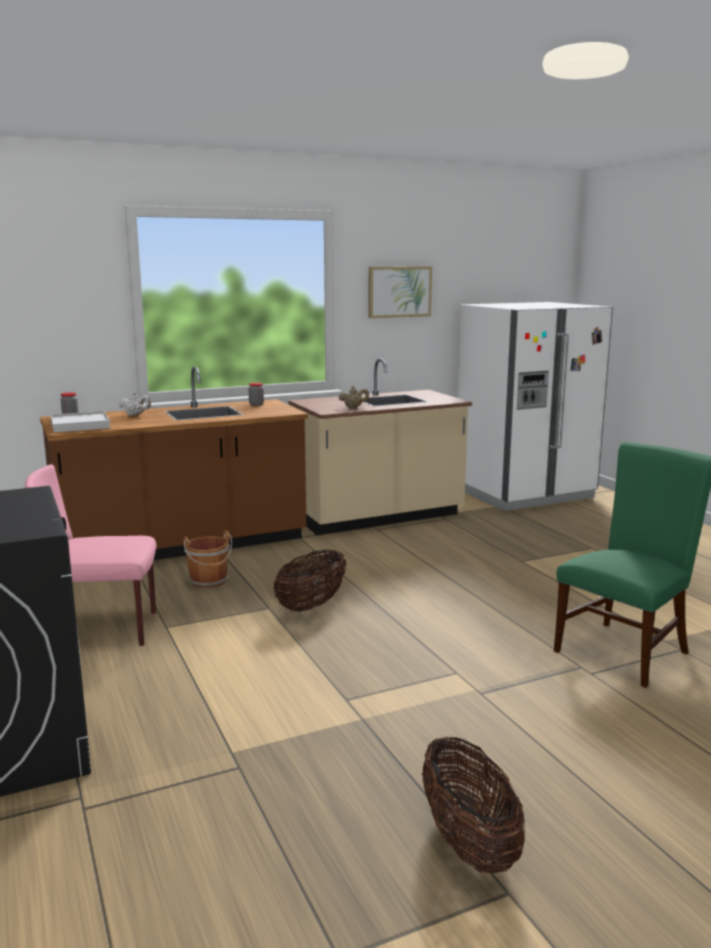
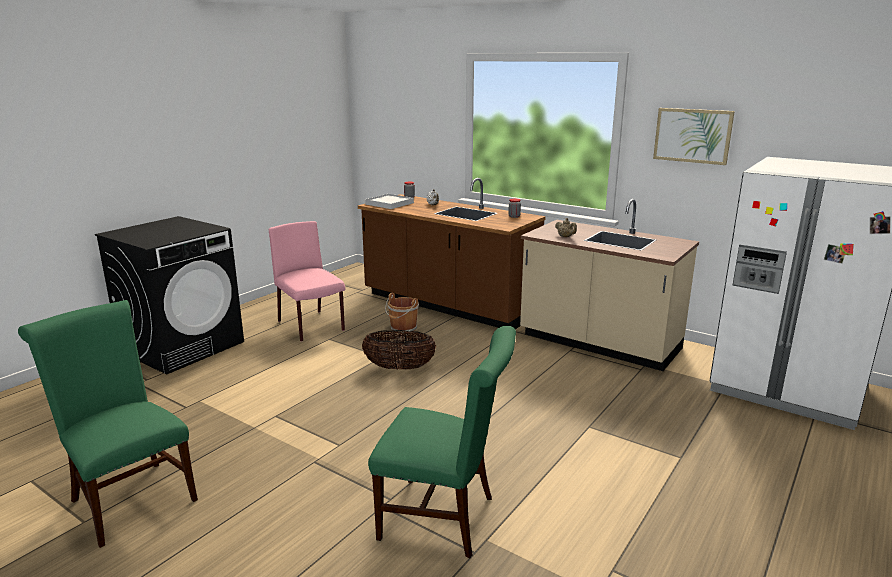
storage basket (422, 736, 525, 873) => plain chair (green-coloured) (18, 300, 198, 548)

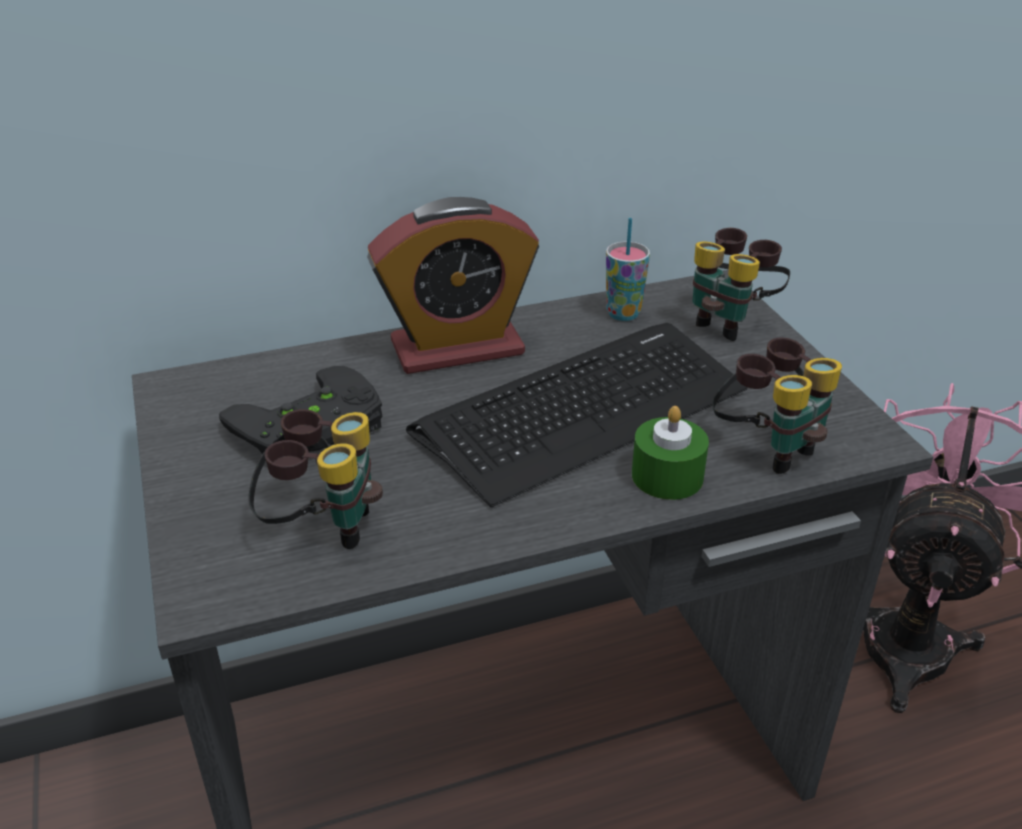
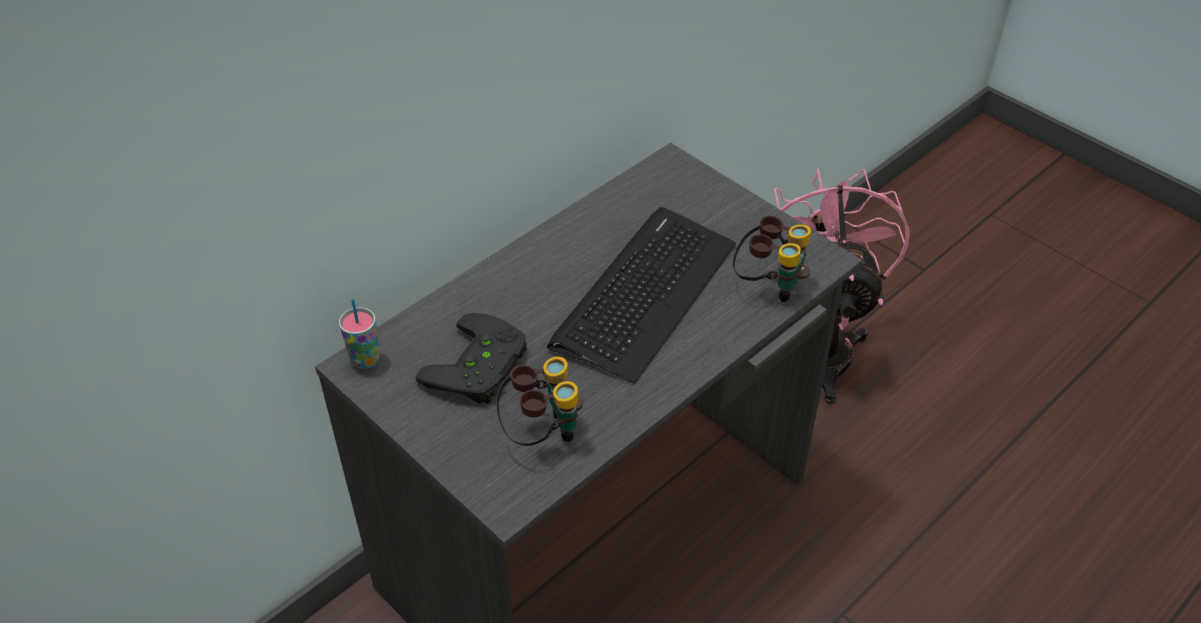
small cup (606, 218, 650, 321) => small cup (339, 299, 380, 369), moved
bedside clock (367, 197, 539, 374) => nothing
wax candle (green-coloured) (632, 406, 709, 500) => nothing
binoculars (692, 228, 790, 341) => nothing

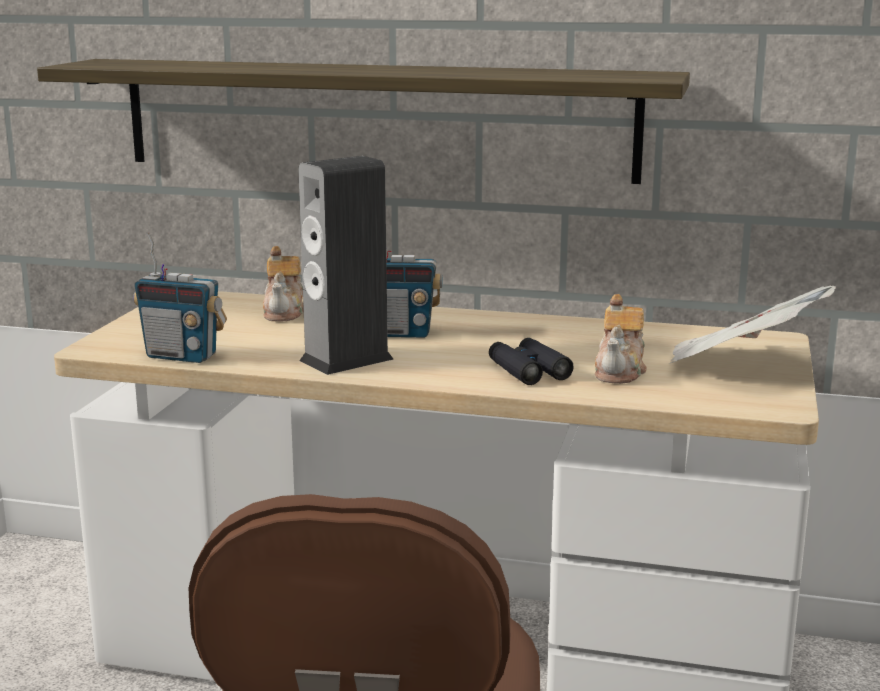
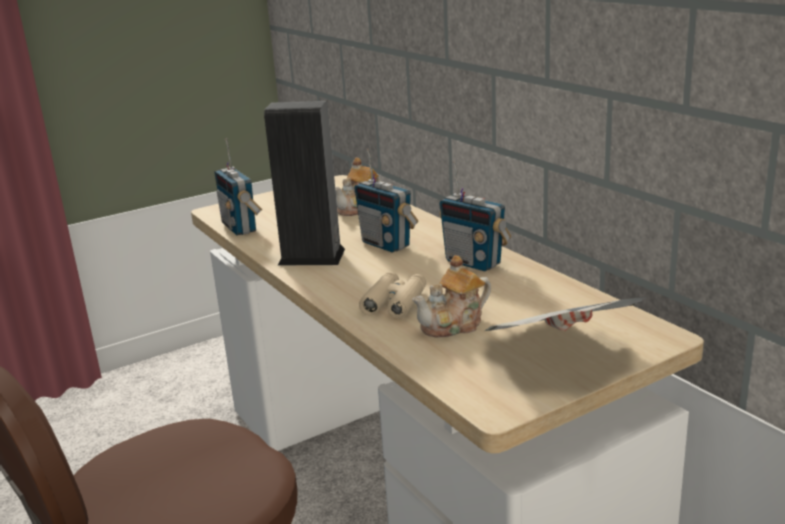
binoculars (black) (489, 338, 574, 385) => binoculars (beige) (359, 272, 426, 319)
nothing => radio set (439, 161, 511, 271)
shelf (37, 59, 690, 184) => nothing

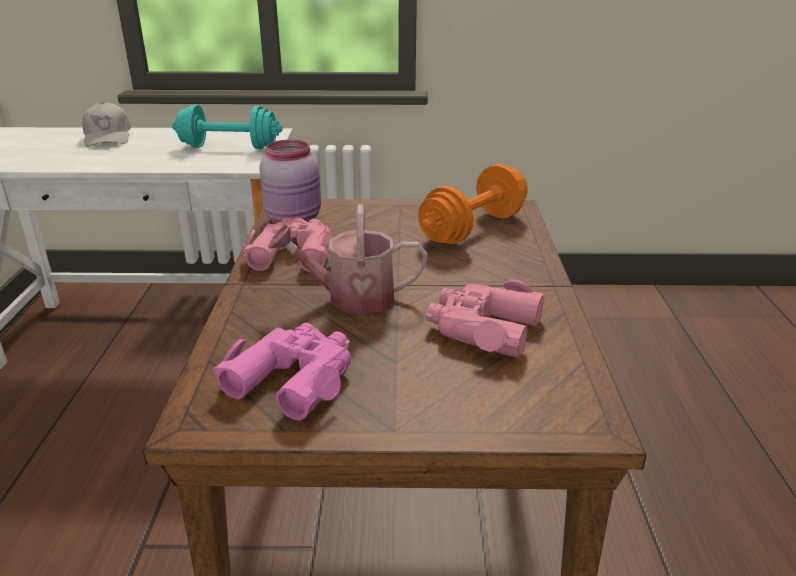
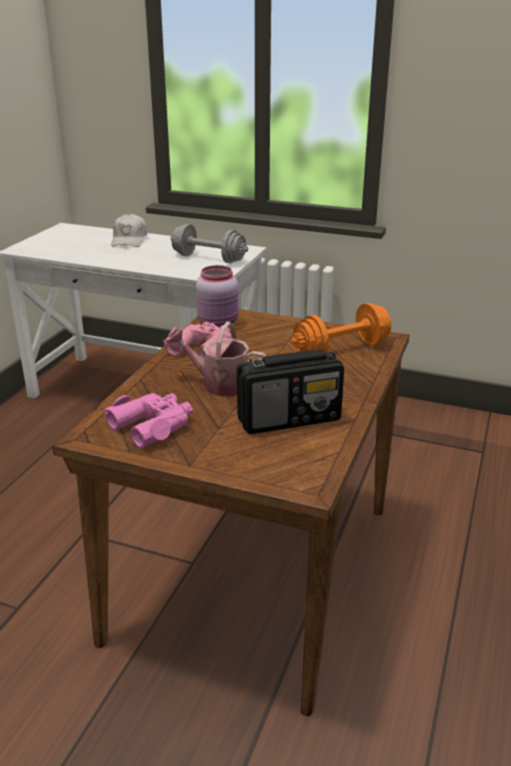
dumbbell (turquoise-coloured) (172, 105, 283, 149) => dumbbell (greyish) (170, 224, 248, 263)
binoculars (pinkish) (426, 279, 546, 358) => radio set (237, 349, 344, 434)

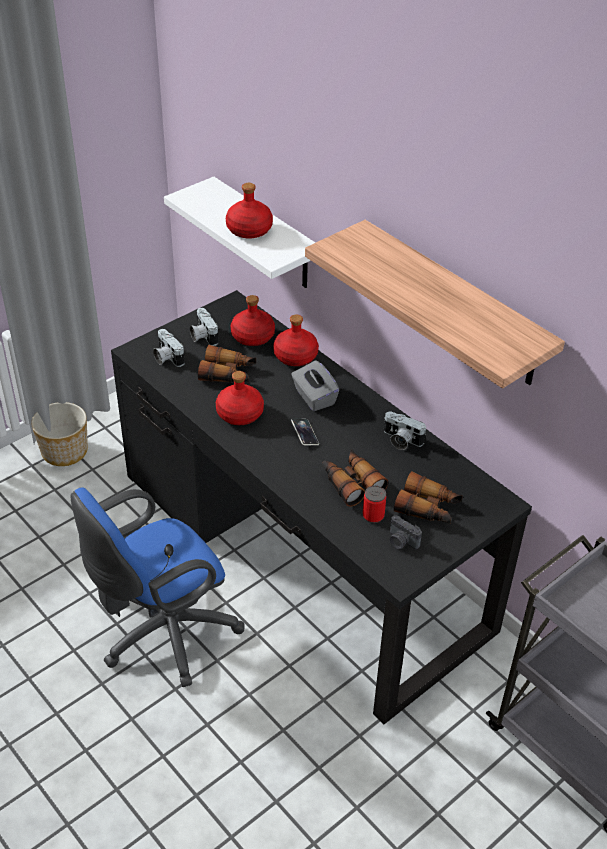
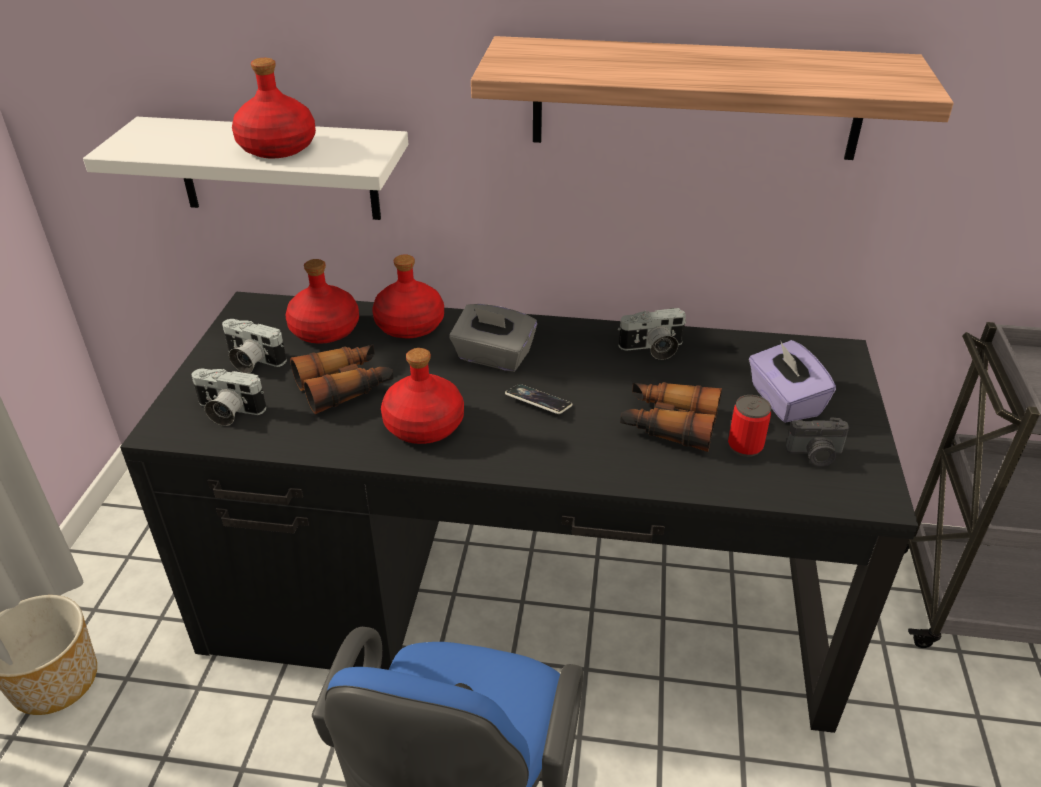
binoculars (394, 471, 463, 523) => tissue box (purplish) (749, 340, 836, 423)

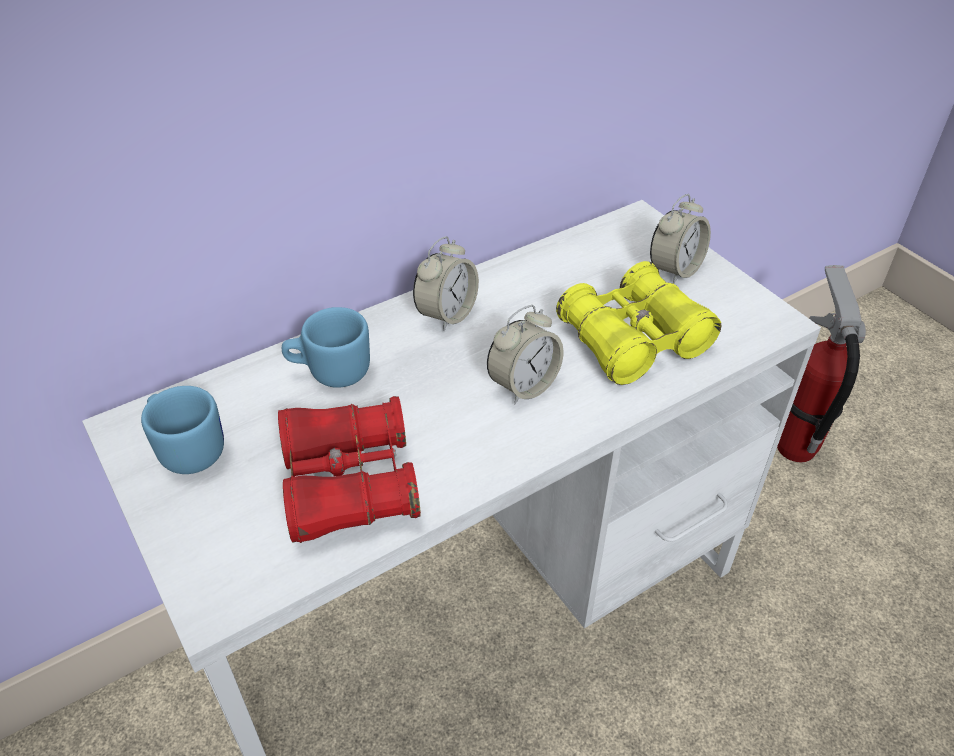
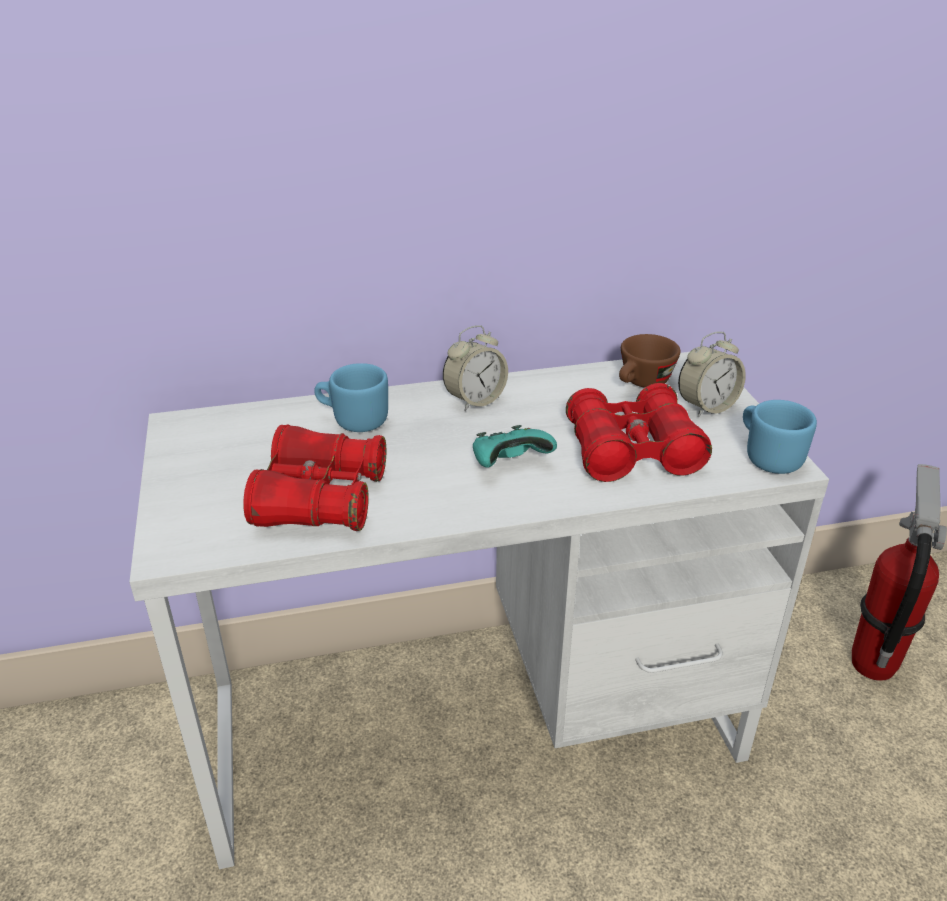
bedside clock (487, 305, 563, 404) => gamepad (turquoise-coloured) (473, 425, 557, 467)
binoculars (yellowish) (556, 261, 721, 385) => binoculars (red-coloured) (566, 383, 712, 482)
nothing => small cup (brown-coloured) (619, 334, 680, 387)
mug (bluish) (141, 386, 224, 474) => mug (bluish) (743, 400, 817, 474), moved

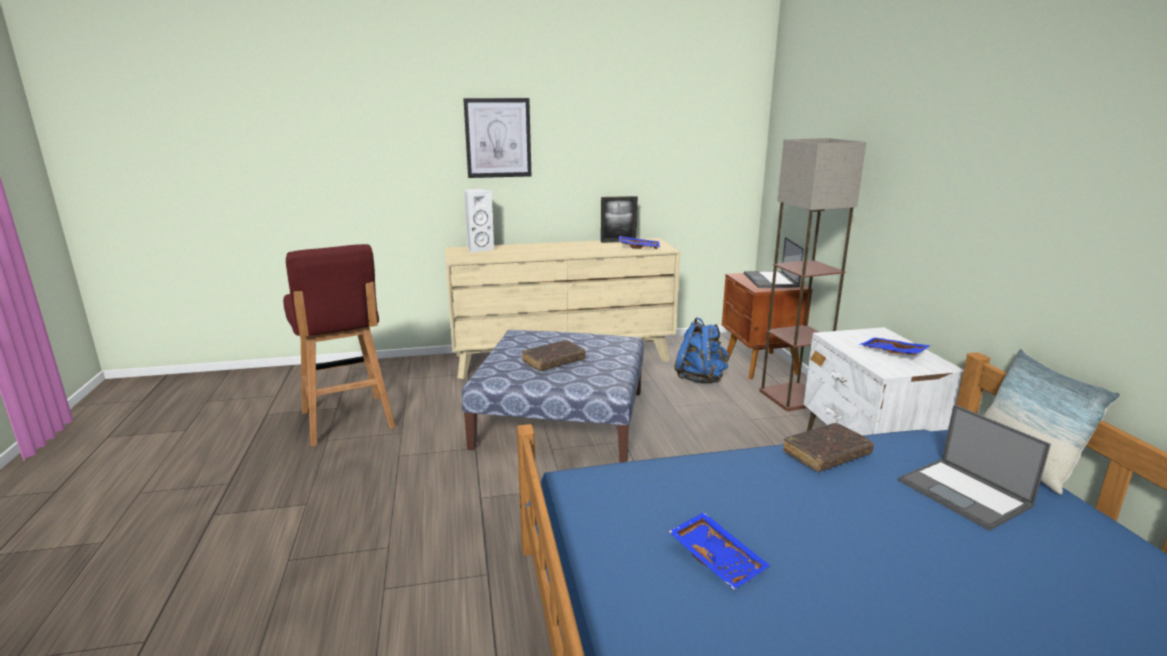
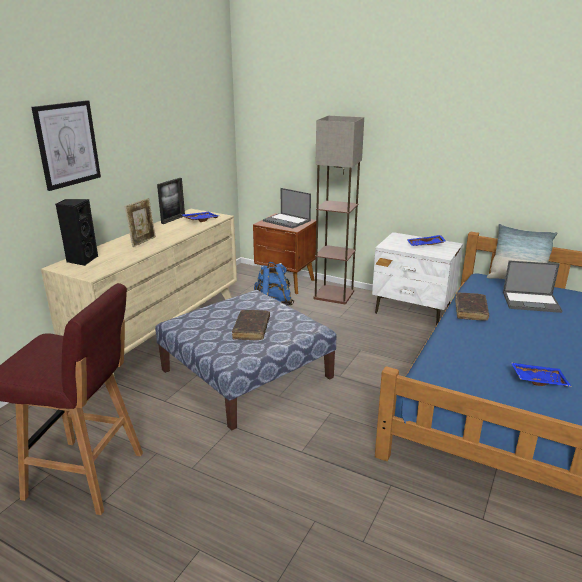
speaker (white-coloured) (464, 188, 495, 253) => speaker (black) (56, 199, 98, 266)
nothing => picture frame (125, 198, 156, 247)

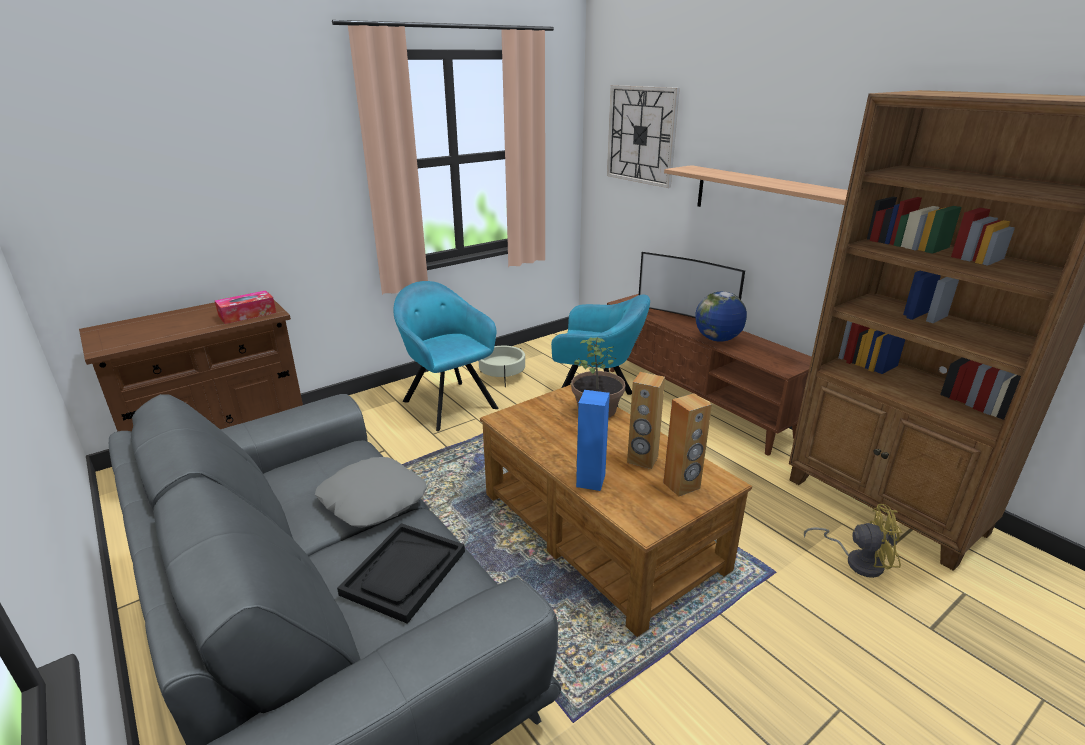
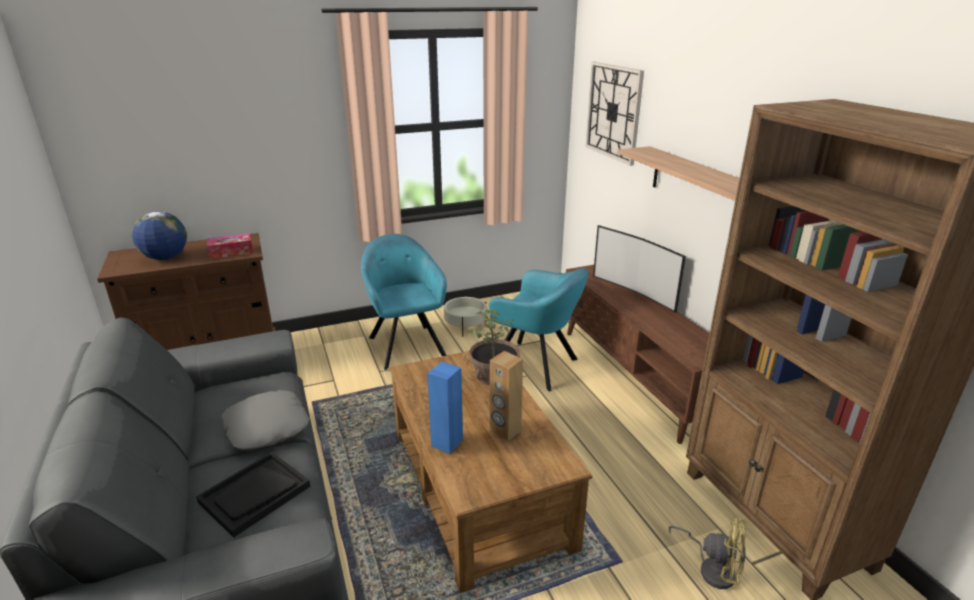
globe (695, 292, 747, 342) => globe (132, 211, 187, 260), moved
speaker (brown-coloured) (663, 393, 712, 496) => nothing

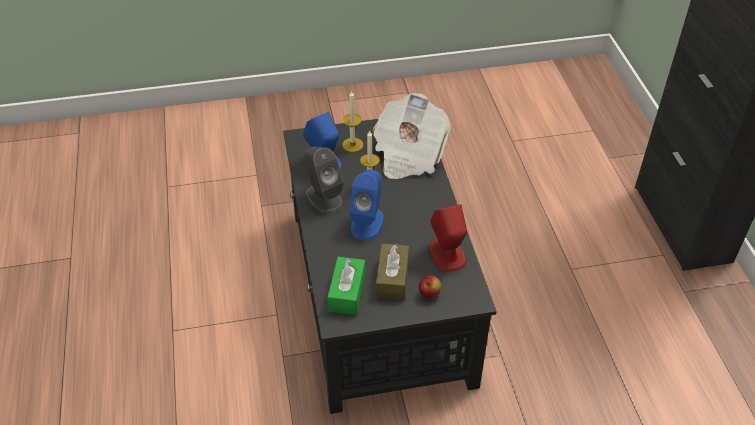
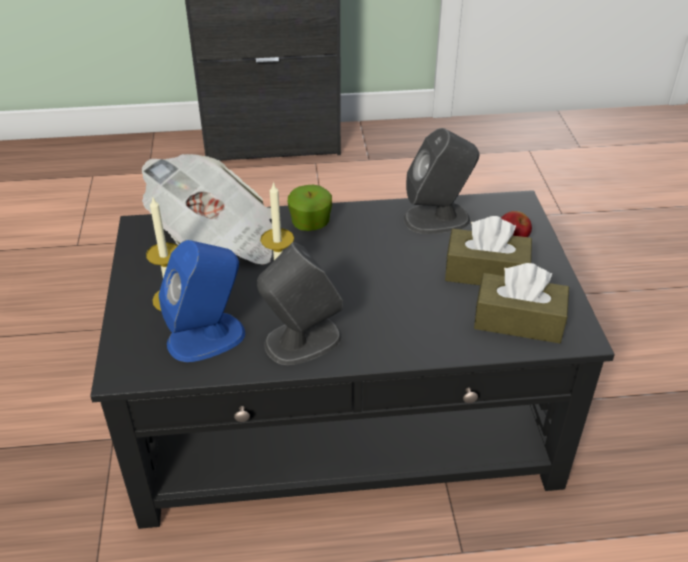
nothing => apple fruit (287, 185, 332, 231)
speaker (red-coloured) (429, 204, 467, 272) => speaker (greyish) (404, 128, 479, 234)
tissue box (green-coloured) (327, 257, 366, 315) => tissue box (brown-coloured) (474, 263, 569, 343)
speaker (bluish) (349, 170, 384, 240) => nothing

